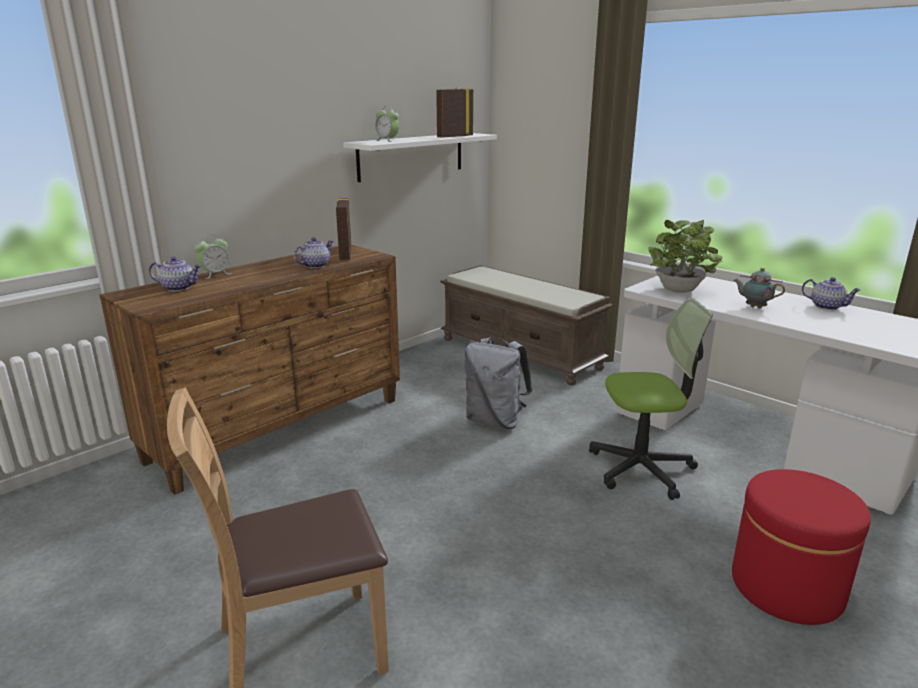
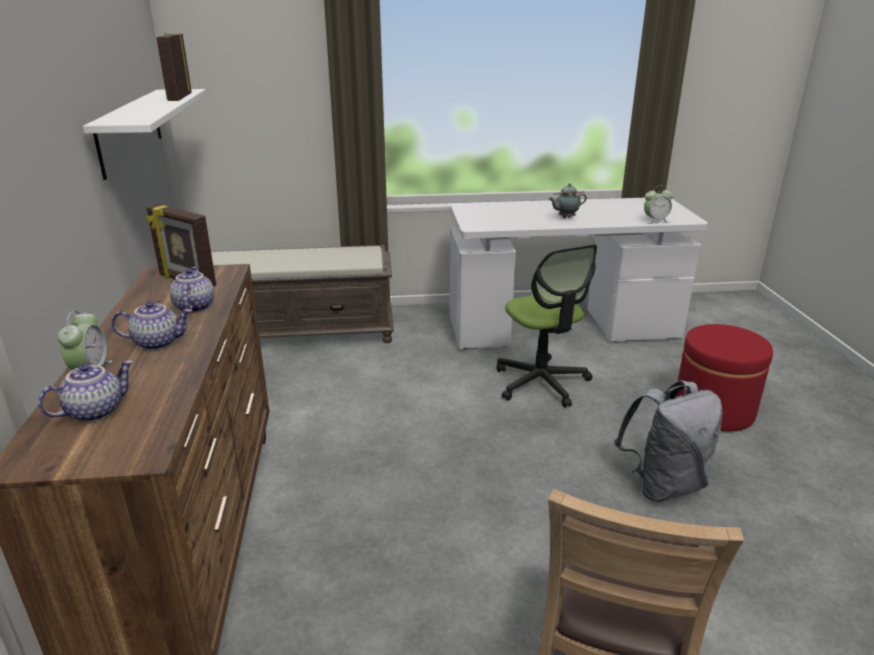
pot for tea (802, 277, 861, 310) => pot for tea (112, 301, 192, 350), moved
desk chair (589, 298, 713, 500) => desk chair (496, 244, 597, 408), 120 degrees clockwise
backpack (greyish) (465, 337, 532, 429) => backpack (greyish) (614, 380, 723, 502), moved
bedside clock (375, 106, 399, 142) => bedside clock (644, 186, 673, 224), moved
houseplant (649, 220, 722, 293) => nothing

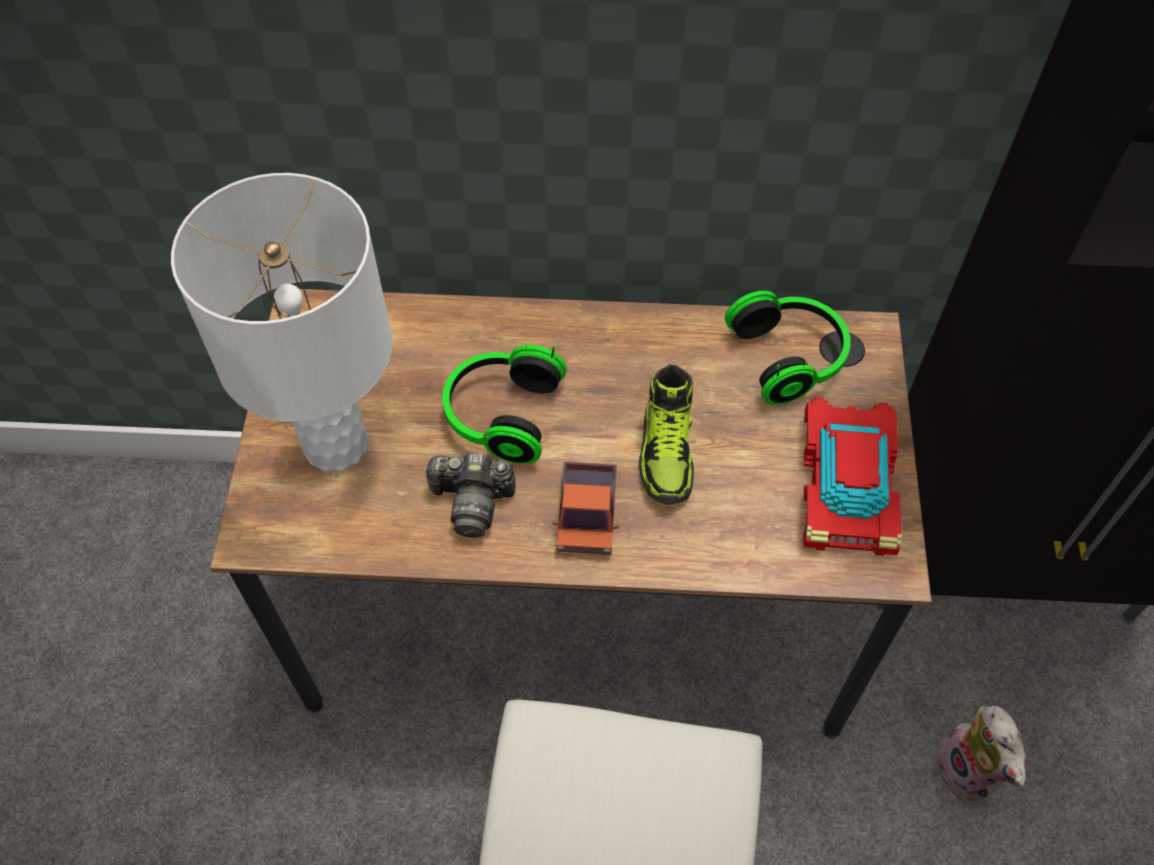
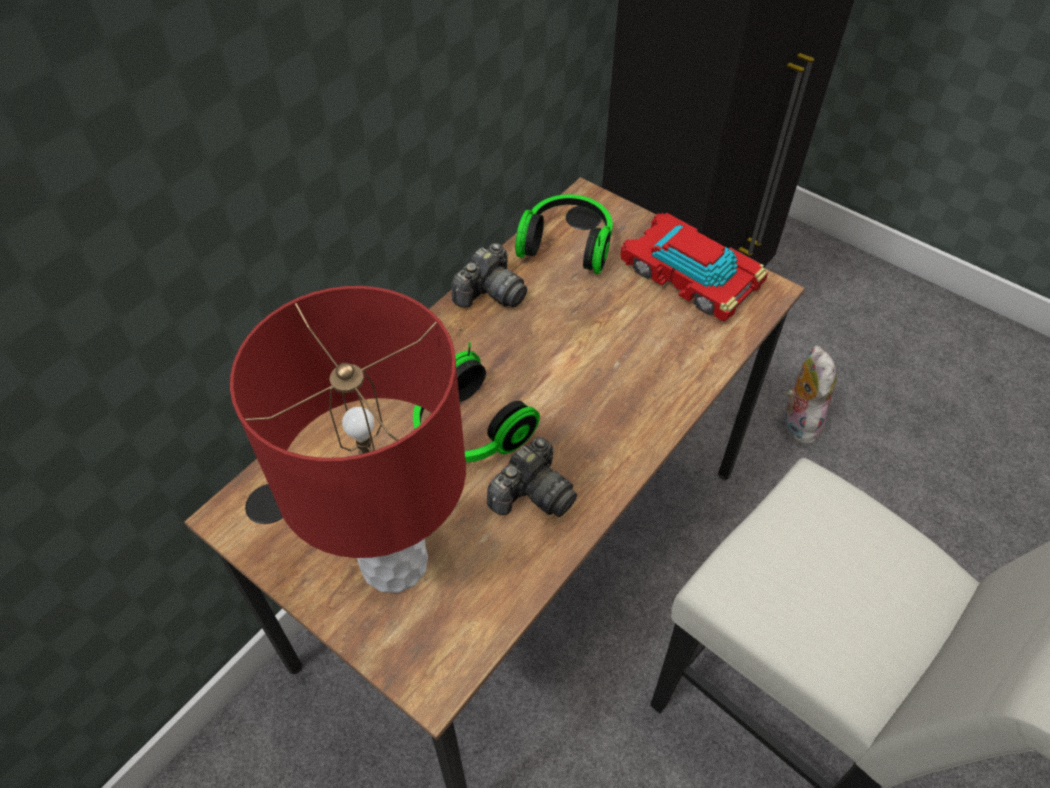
tabletop lamp (white-coloured) (171, 173, 393, 472) => tabletop lamp (red-coloured) (230, 286, 466, 593)
nothing => still camera (452, 243, 527, 308)
cuddly toy (932, 706, 1026, 804) => cuddly toy (785, 345, 837, 445), 105 degrees counterclockwise
toy truck (553, 462, 619, 555) => nothing
item of footwear (639, 364, 694, 505) => nothing

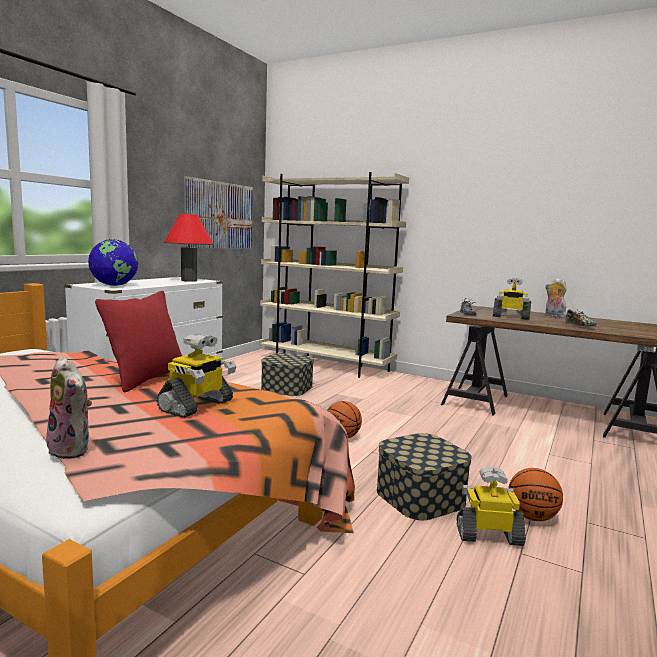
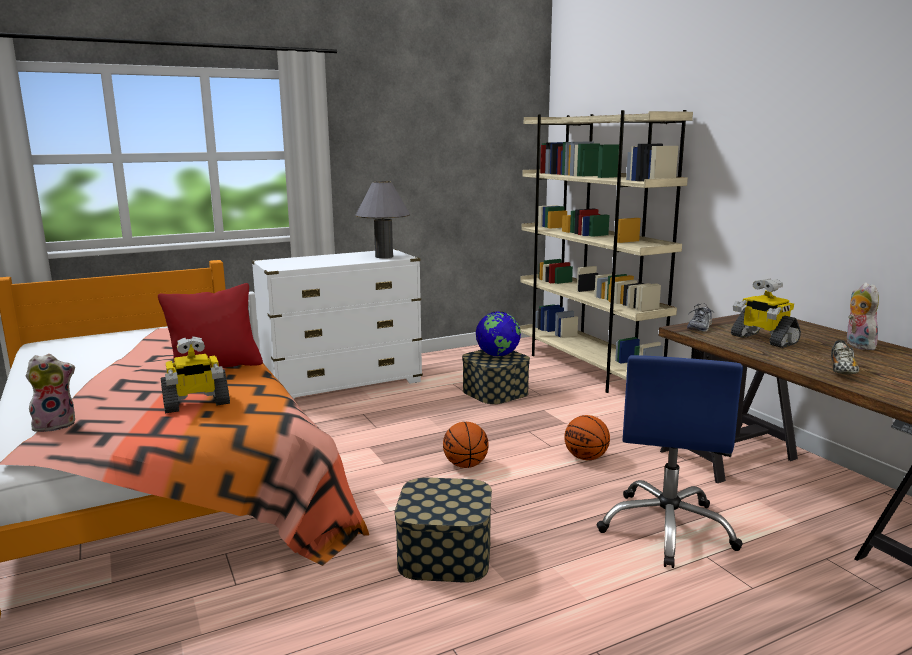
cuddly toy (46, 357, 92, 459) => cuddly toy (26, 354, 75, 432), 105 degrees counterclockwise
tabletop lamp (red-coloured) (164, 213, 213, 282) => tabletop lamp (greyish) (356, 181, 410, 258)
globe (88, 239, 138, 286) => globe (476, 311, 521, 356), moved
ball for basketball (509, 468, 563, 521) => ball for basketball (564, 415, 610, 460), moved
nothing => desk chair (bluish) (596, 355, 743, 568)
wall picture (185, 176, 253, 248) => nothing
model robot (457, 466, 526, 546) => nothing

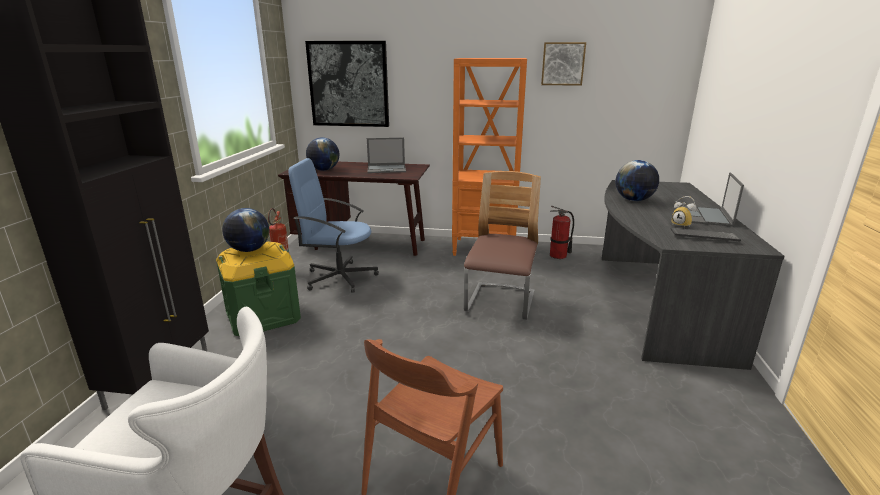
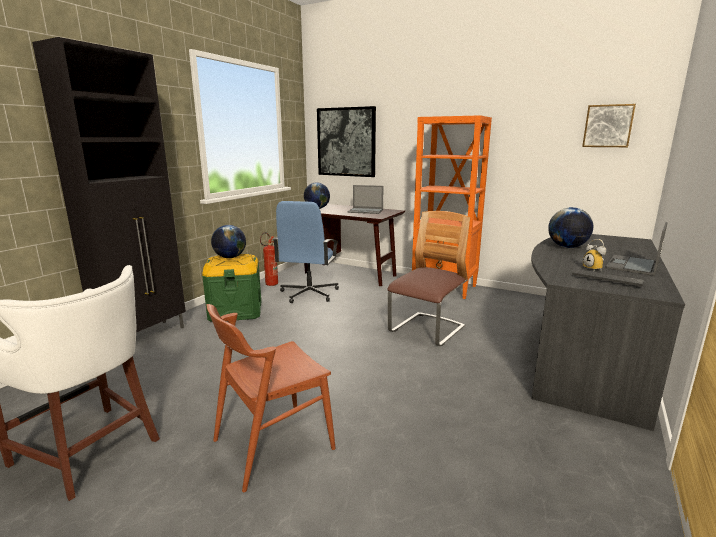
desk chair (bluish) (288, 158, 379, 293) => desk chair (bluish) (273, 201, 339, 303), 105 degrees counterclockwise
wall picture (541, 42, 586, 86) => wall picture (582, 104, 636, 147), moved
extinguisher (550, 206, 574, 259) => nothing

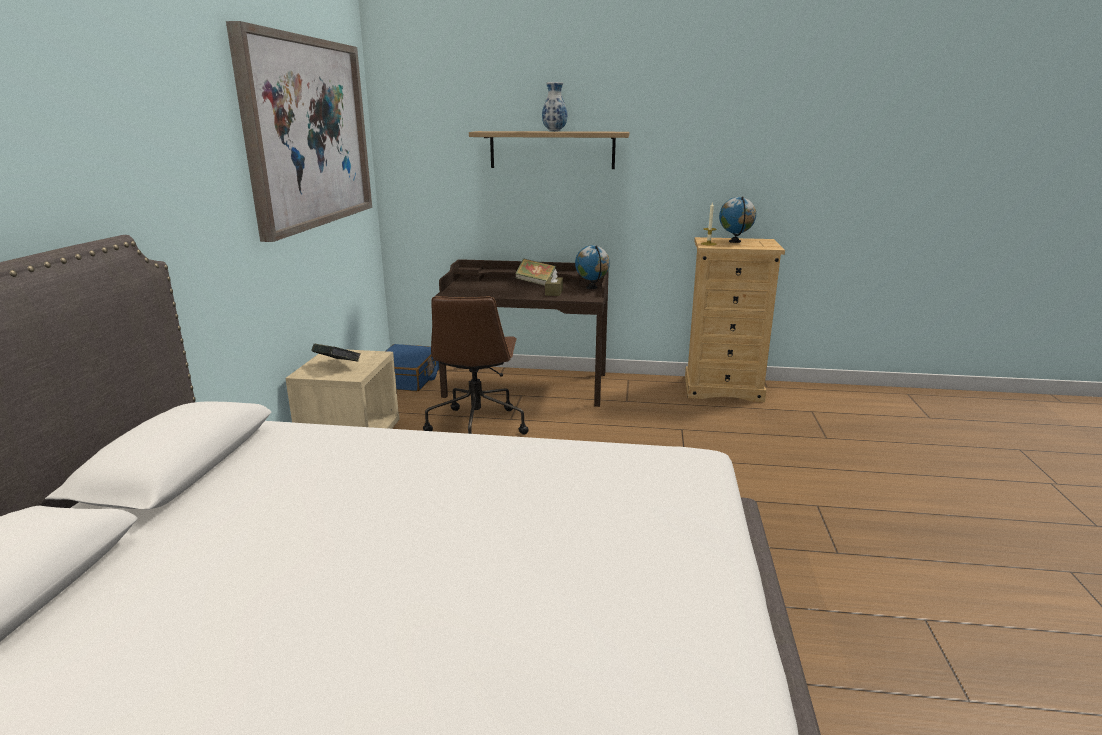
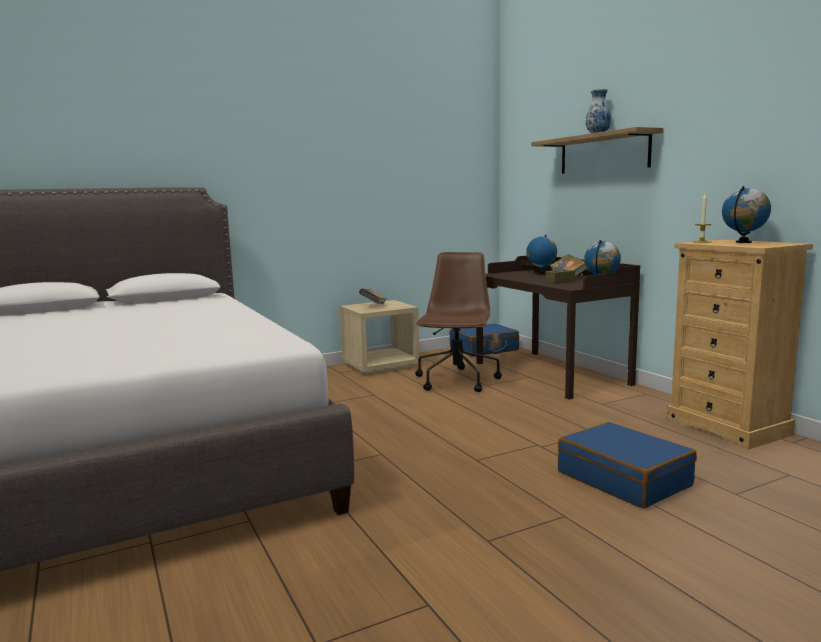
desk chair (brown-coloured) (423, 297, 529, 434) => desk chair (brown-coloured) (415, 252, 502, 392), 135 degrees clockwise
nothing => globe (526, 235, 557, 275)
nothing => travel case (bluish) (558, 422, 697, 508)
wall picture (226, 21, 372, 242) => nothing

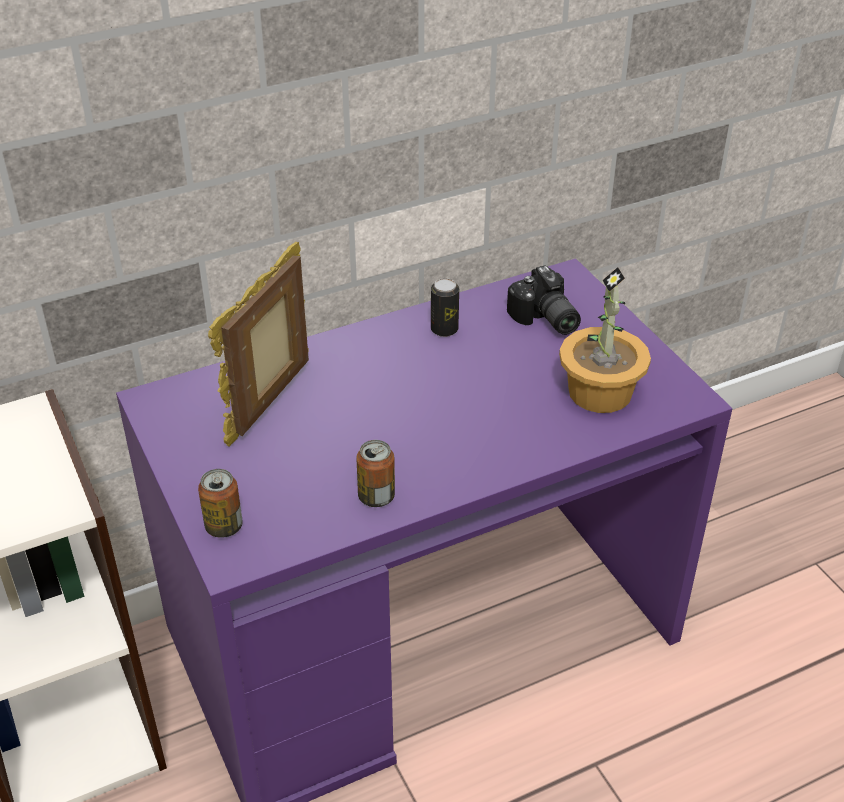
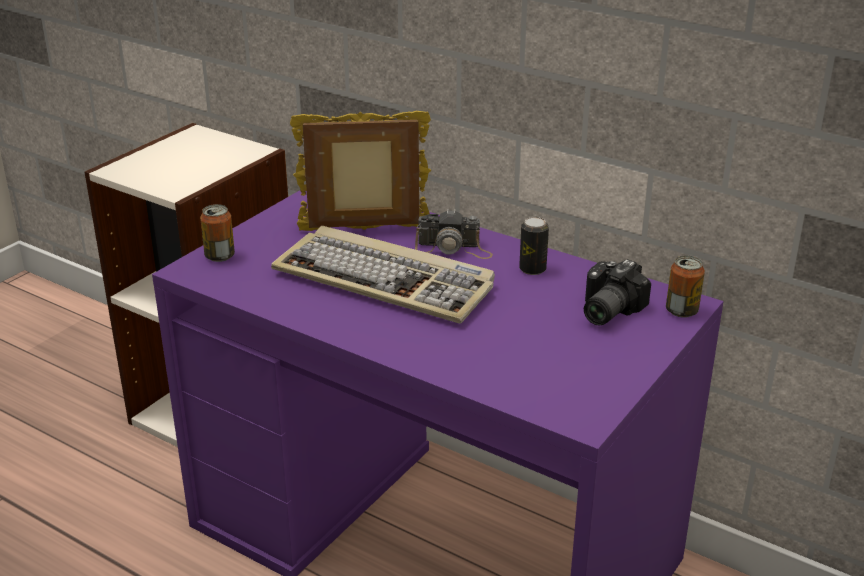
nothing => PC keyboard (271, 226, 495, 324)
nothing => still camera (415, 209, 493, 259)
sealed can (356, 440, 395, 507) => sealed can (666, 256, 705, 318), moved
houseplant (559, 267, 651, 413) => nothing

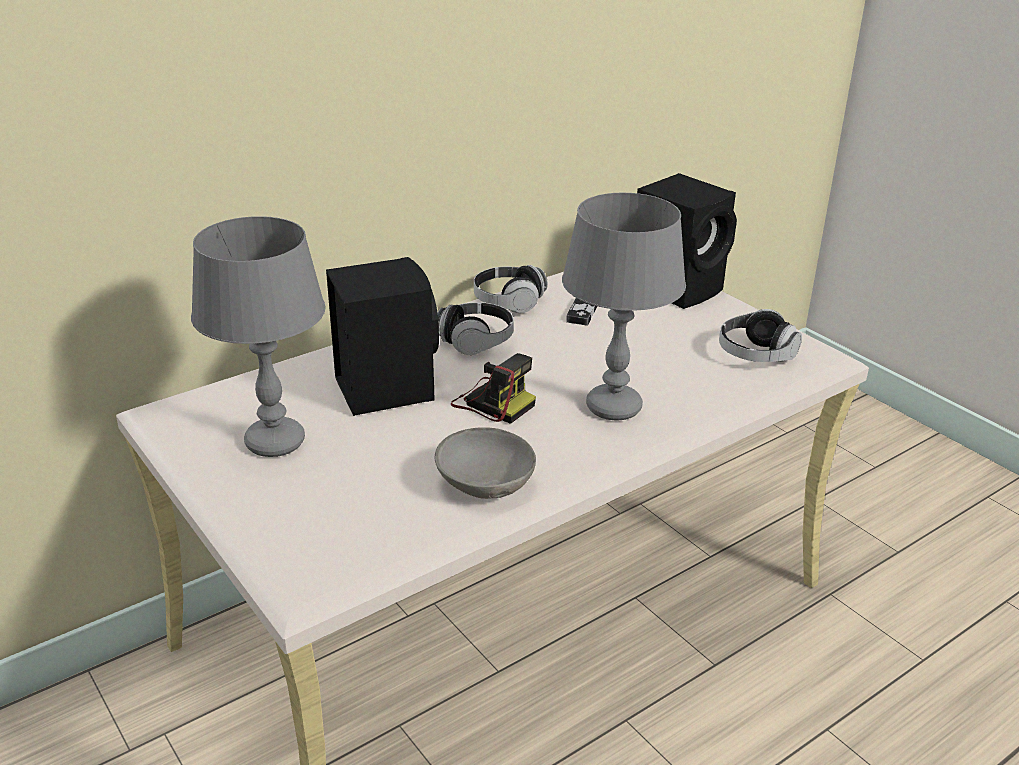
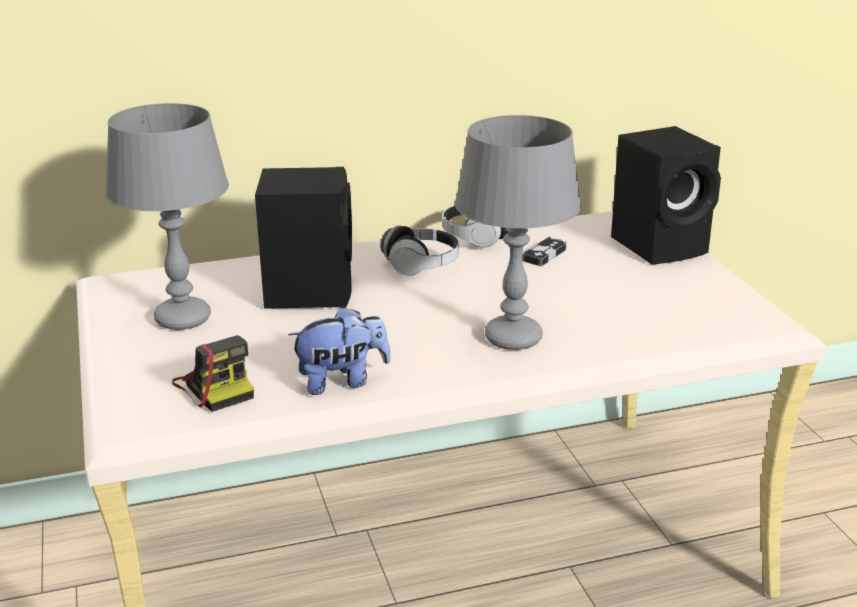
still camera (451, 353, 536, 424) => still camera (172, 335, 254, 412), moved
bowl (greyish) (435, 427, 536, 499) => cuddly toy (288, 307, 391, 395)
headset (719, 309, 802, 362) => nothing

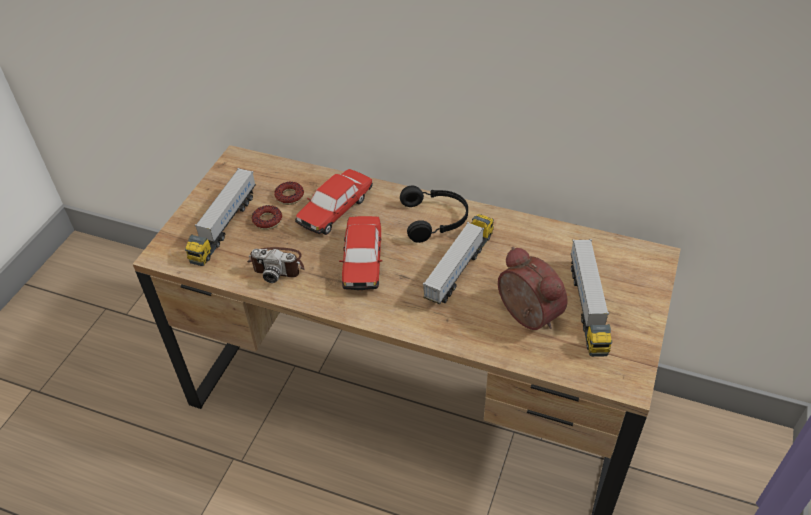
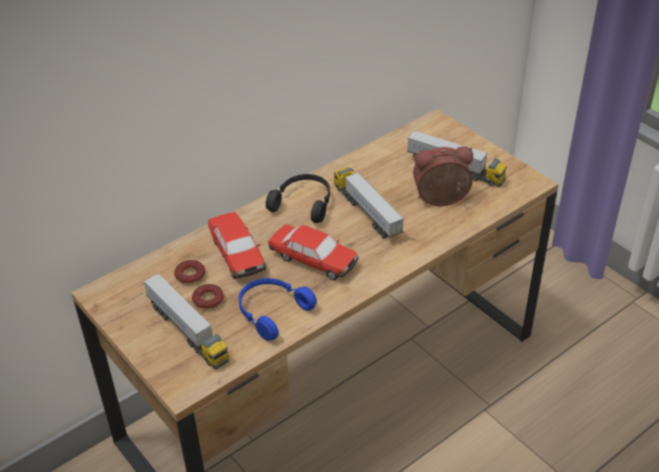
still camera (247, 247, 305, 283) => headset (bluish) (239, 278, 317, 341)

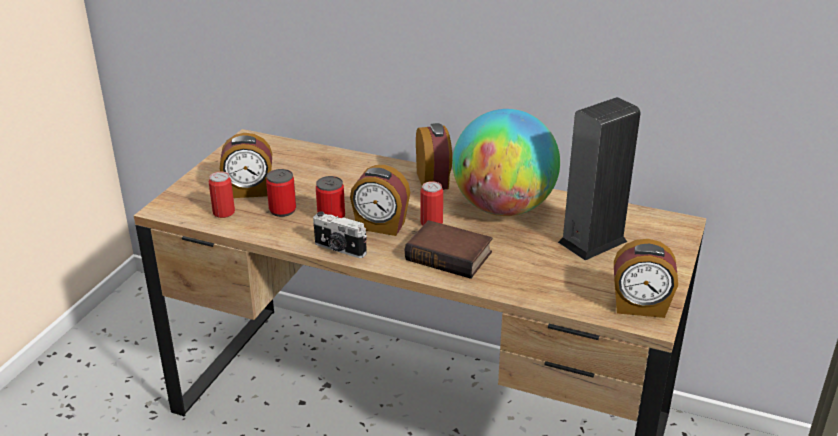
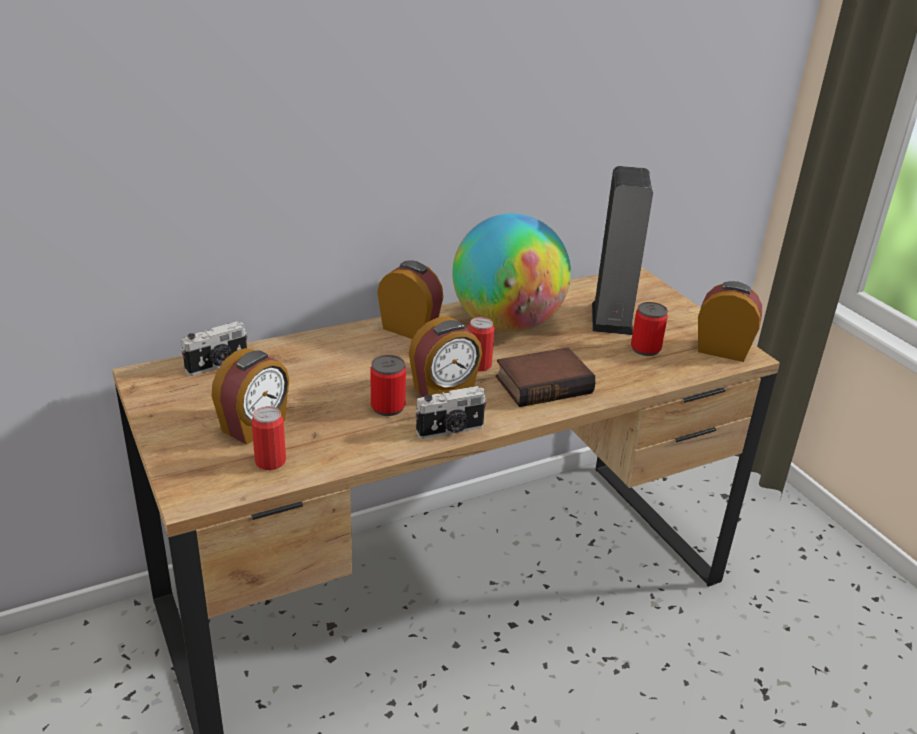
nothing => still camera (181, 322, 248, 376)
sealed can (266, 169, 296, 217) => sealed can (631, 302, 668, 356), moved
bedside clock (614, 239, 678, 318) => bedside clock (698, 281, 762, 362), 120 degrees counterclockwise

